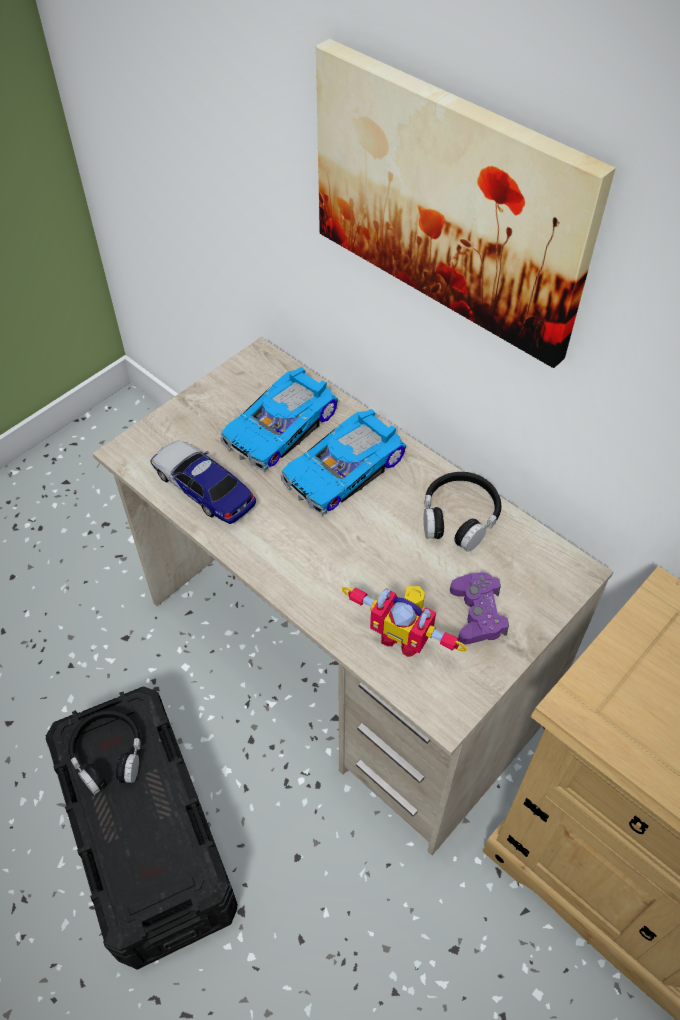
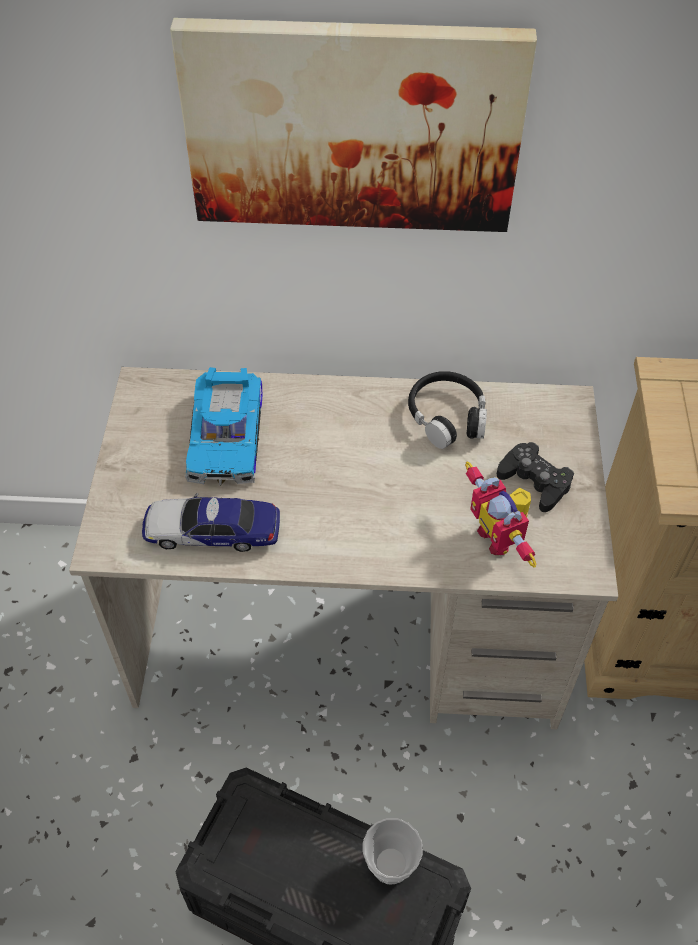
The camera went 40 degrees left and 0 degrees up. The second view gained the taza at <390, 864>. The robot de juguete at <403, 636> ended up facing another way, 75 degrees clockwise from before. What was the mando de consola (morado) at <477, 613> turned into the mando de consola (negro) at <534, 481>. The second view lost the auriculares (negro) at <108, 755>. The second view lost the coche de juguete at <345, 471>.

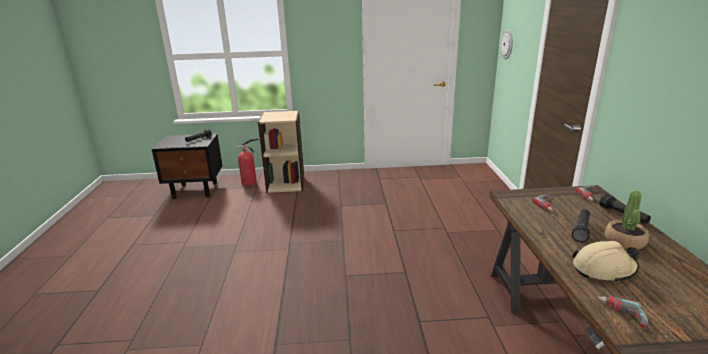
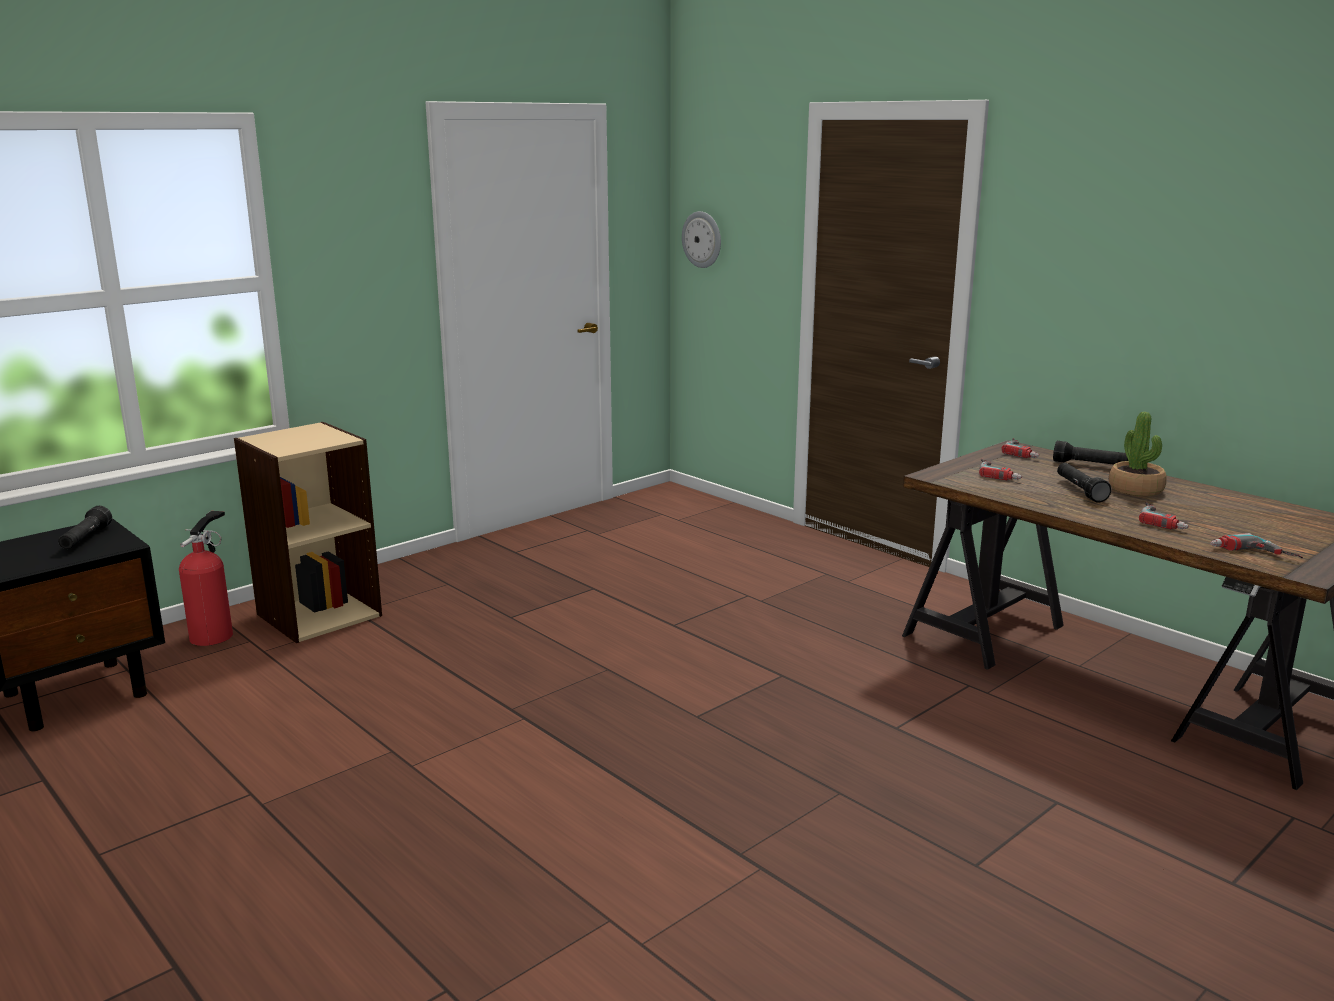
The camera went 40 degrees left and 5 degrees down. Where the casco (beis) stood at <603, 269>, the taladro came to stand at <1165, 520>.

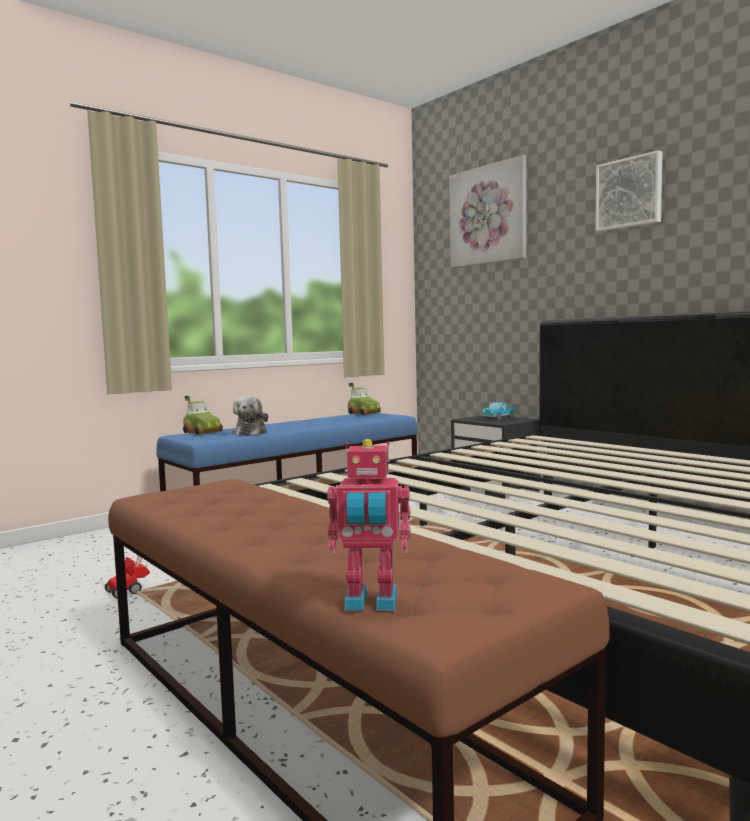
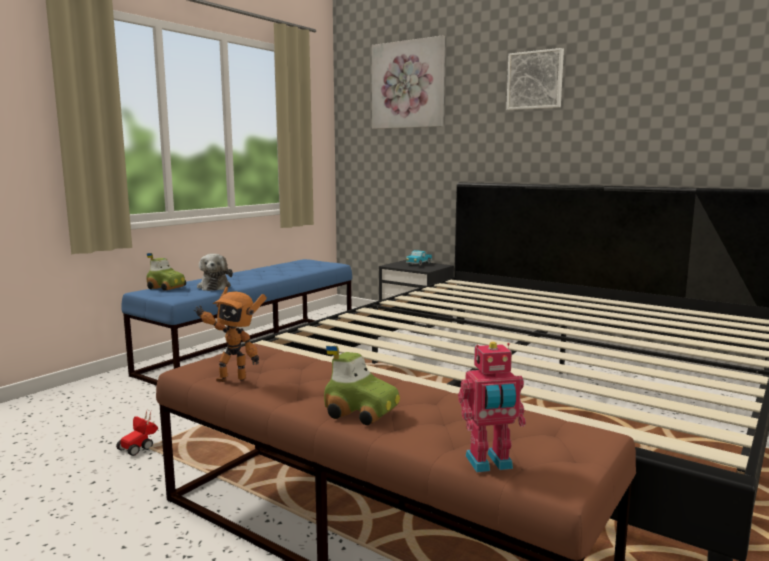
The camera went 15 degrees left and 5 degrees up. The second view gained the robot de juguete at <231, 378>. The coche de juguete ended up elsewhere, having gone from <364, 413> to <362, 412>.

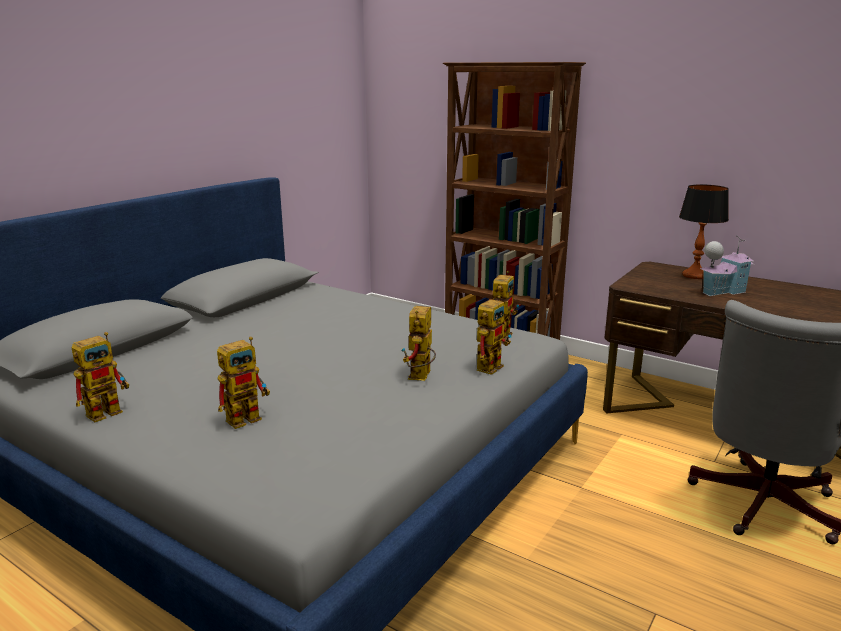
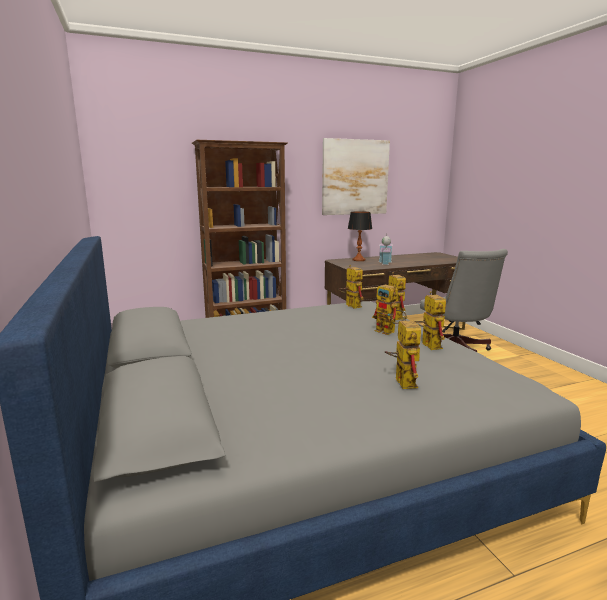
The camera went 55 degrees left and 5 degrees down. The second view gained the cuadro at <355, 177>. The robot de juguete ended up elsewhere, having gone from <110, 410> to <427, 344>.

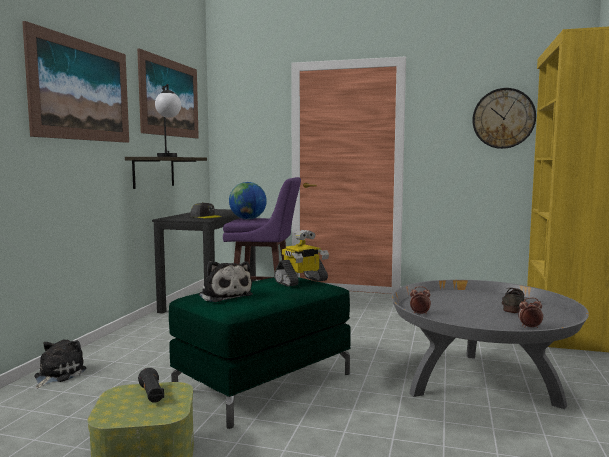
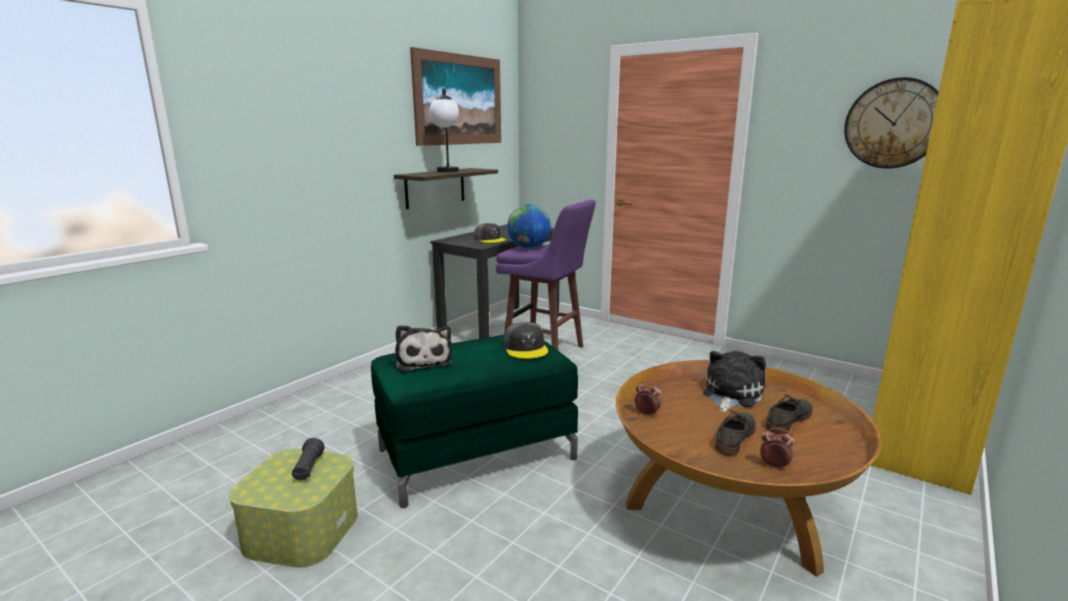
The camera went 20 degrees right and 10 degrees up. Where the robot de juguete stood at <301, 281>, the gorra (gris) came to stand at <526, 348>. What was the mesa de centro (gris) at <480, 383> turned into the mesa de centro (marrón) at <727, 507>. The peluche ended up elsewhere, having gone from <57, 374> to <730, 395>. The second view gained the zapato (gris) at <734, 436>. The second view lost the cuadro at <82, 90>.

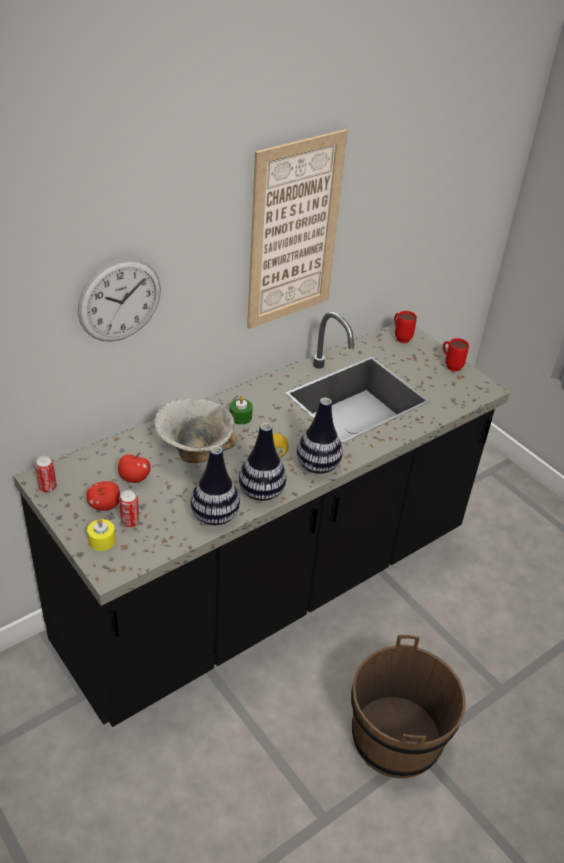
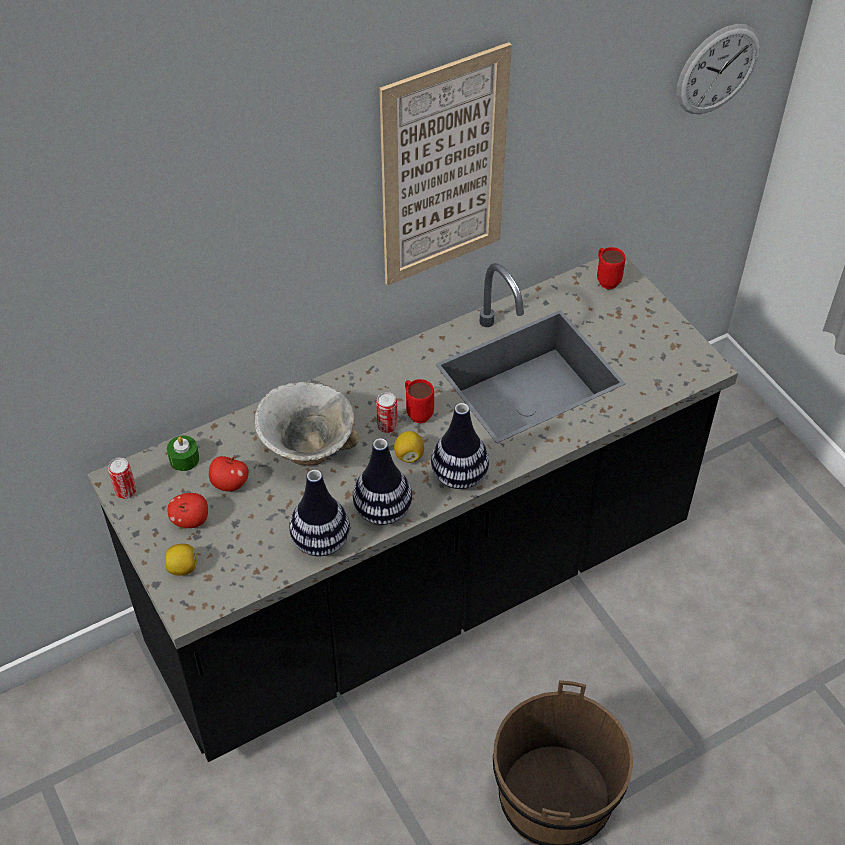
The camera went 10 degrees right and 10 degrees up. Where the vela (amarillo) stood at <102, 540>, the limón came to stand at <183, 568>. The vela (verde) ended up elsewhere, having gone from <240, 417> to <184, 459>. The lata ended up elsewhere, having gone from <130, 522> to <387, 426>. The taza grande (rojo) ended up elsewhere, having gone from <450, 365> to <417, 412>. The reloj de pared ended up elsewhere, having gone from <120, 300> to <718, 69>.

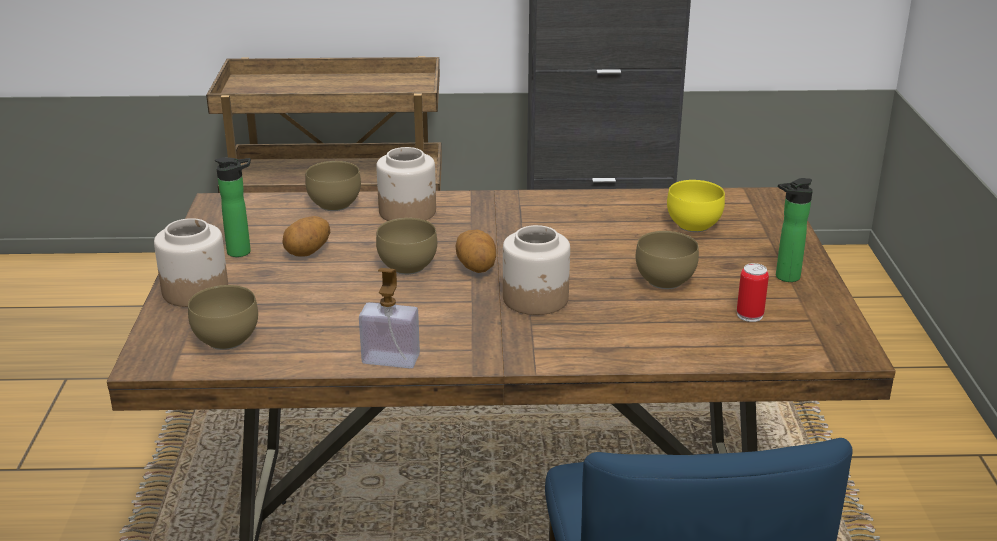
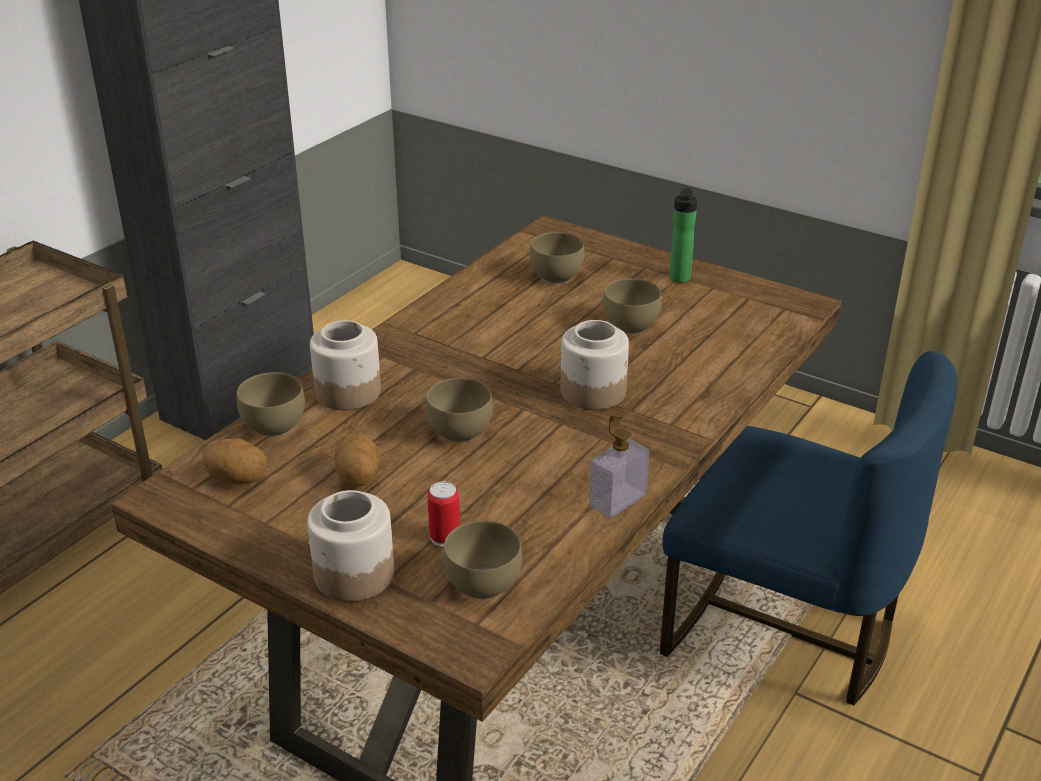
The camera went 55 degrees left and 5 degrees up. The patata ended up elsewhere, having gone from <476, 267> to <238, 479>. The lata ended up elsewhere, having gone from <749, 315> to <444, 537>. What was the cuenco (amarillo) at <695, 225> turned into the cuenco (marrón) at <556, 275>. The second view lost the botella at <243, 252>.

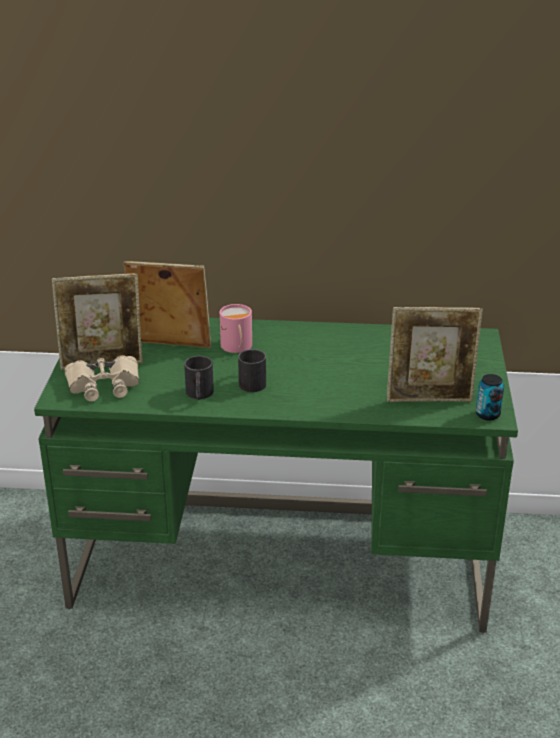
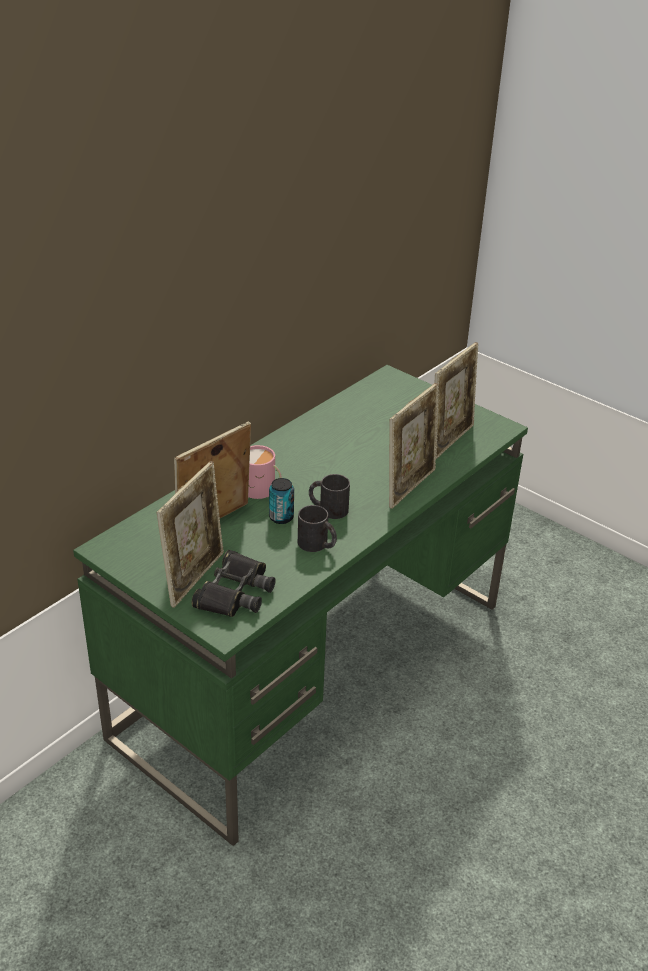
The camera went 55 degrees left and 5 degrees up. What was the prismáticos (beis) at <104, 385> turned into the prismáticos (negro) at <235, 592>. The lata ended up elsewhere, having gone from <487, 414> to <281, 517>. The second view gained the portarretratos at <409, 486>.

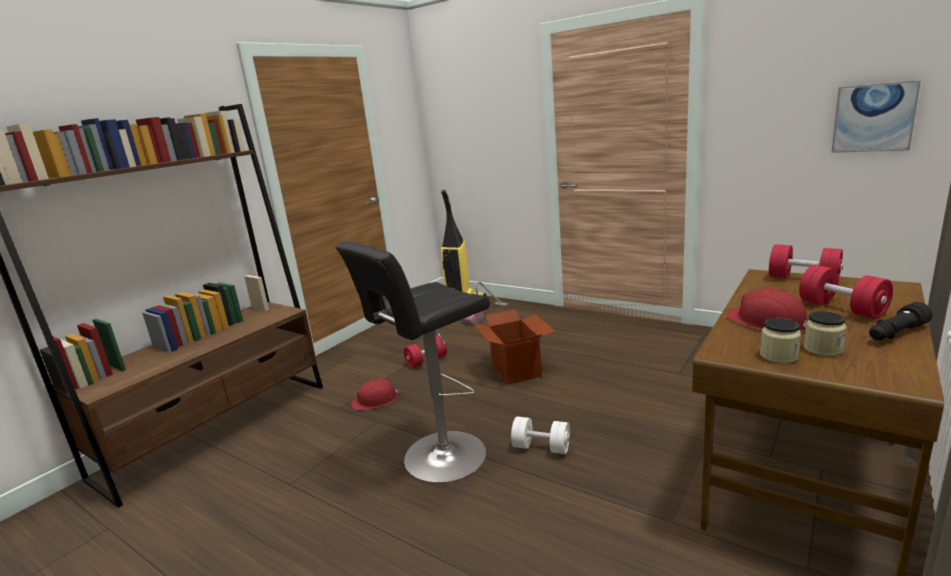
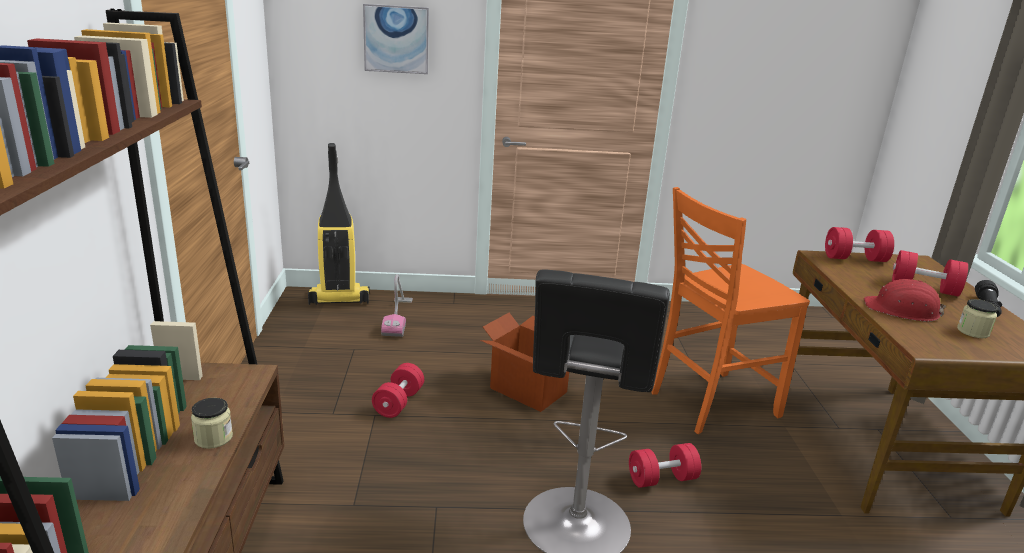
The camera went 40 degrees left and 5 degrees up. The tarro ended up elsewhere, having gone from <778, 356> to <213, 438>. The cuadro ended up elsewhere, having gone from <873, 118> to <396, 39>. What was the mancuerna (blanco) at <541, 447> turned into the mancuerna (rojo) at <662, 479>. The second view gained the silla (naranja) at <710, 403>. The second view lost the casco (rojo) at <375, 400>.

